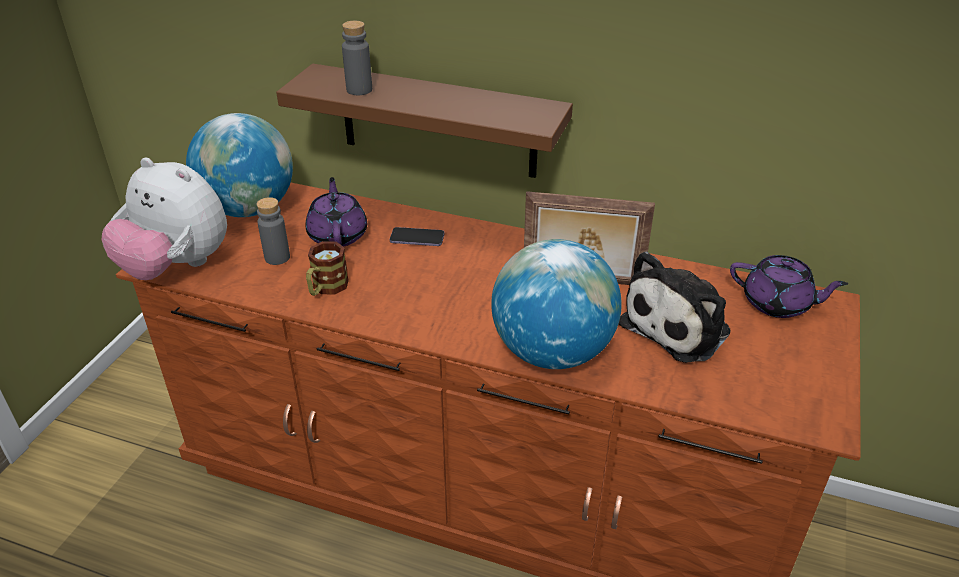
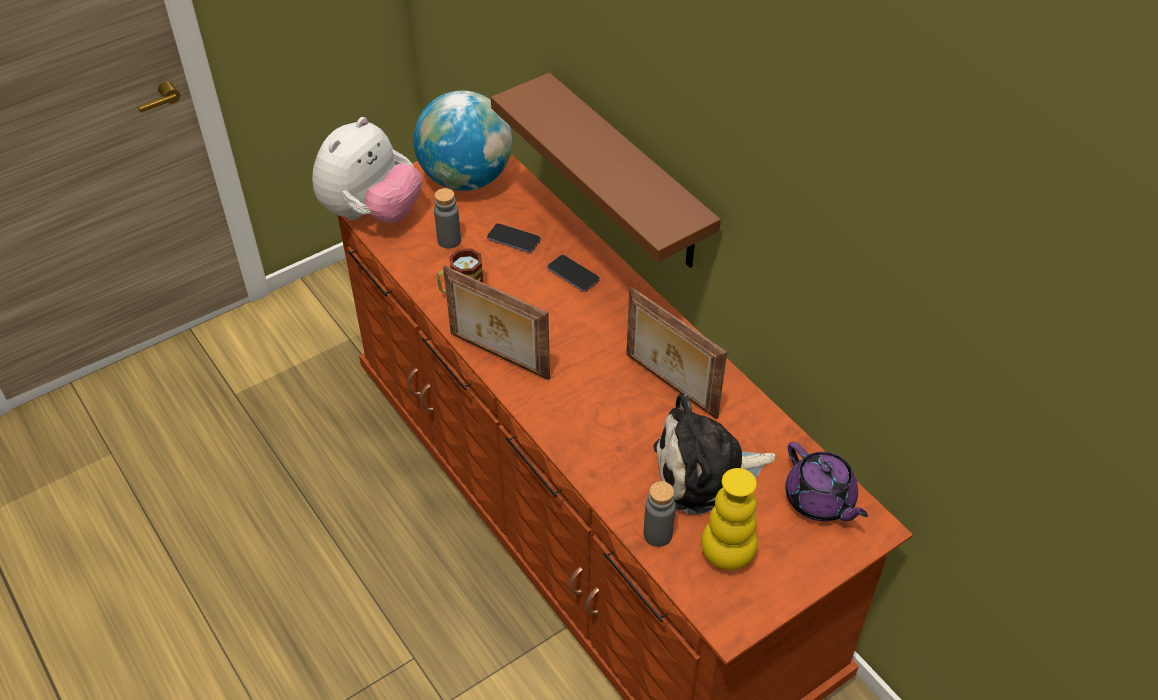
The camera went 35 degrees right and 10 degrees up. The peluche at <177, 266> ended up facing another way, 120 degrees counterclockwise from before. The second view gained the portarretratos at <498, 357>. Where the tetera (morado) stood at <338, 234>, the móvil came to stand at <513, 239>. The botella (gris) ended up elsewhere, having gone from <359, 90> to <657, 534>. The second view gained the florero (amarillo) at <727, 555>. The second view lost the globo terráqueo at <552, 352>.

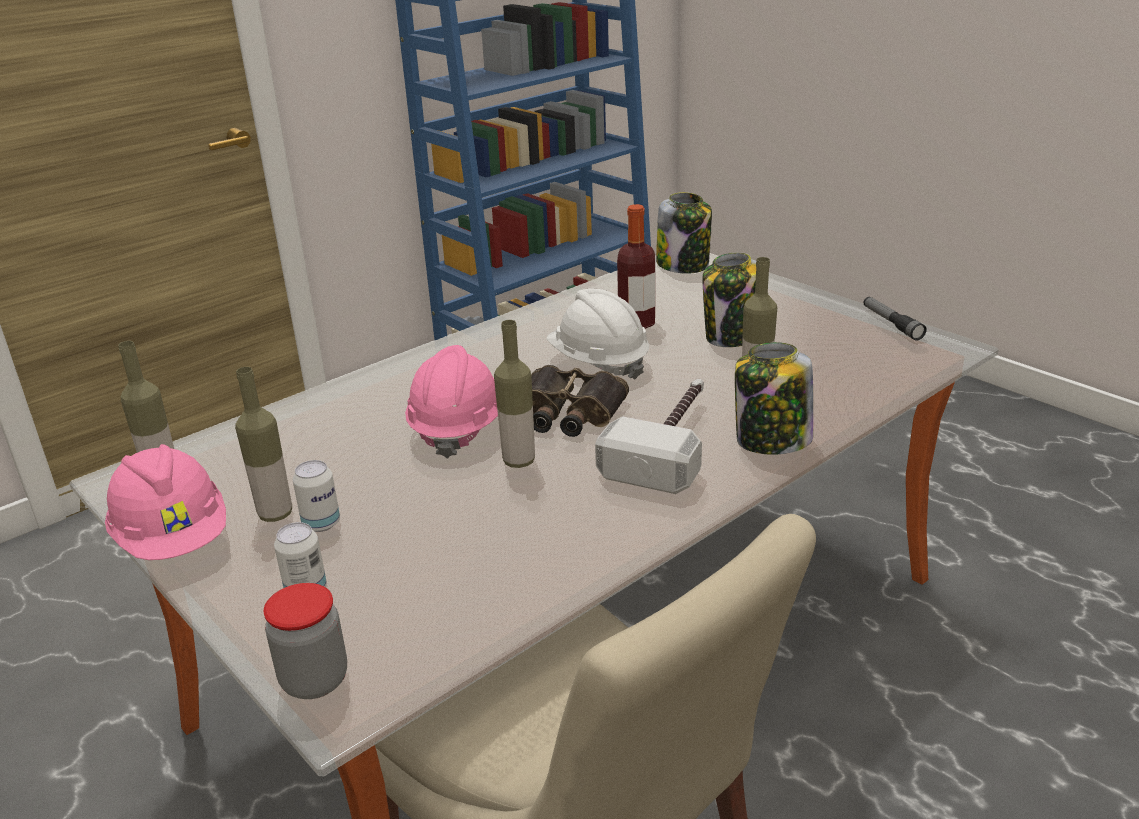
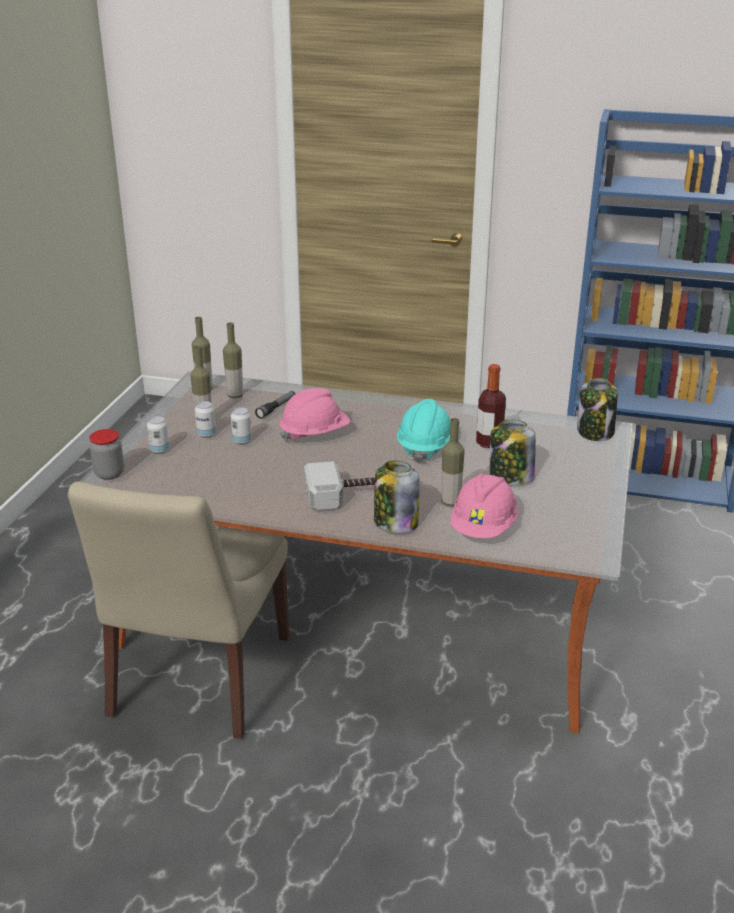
The camera went 55 degrees right and 0 degrees up. The botella ended up elsewhere, having gone from <519, 461> to <235, 395>. The second view gained the lata at <242, 440>. The linterna ended up elsewhere, having gone from <891, 324> to <276, 408>. What was the casco (blanco) at <598, 363> turned into the casco (turquesa) at <425, 447>. The casco (rosa) ended up elsewhere, having gone from <174, 539> to <483, 528>. The second view lost the prismáticos at <568, 413>.

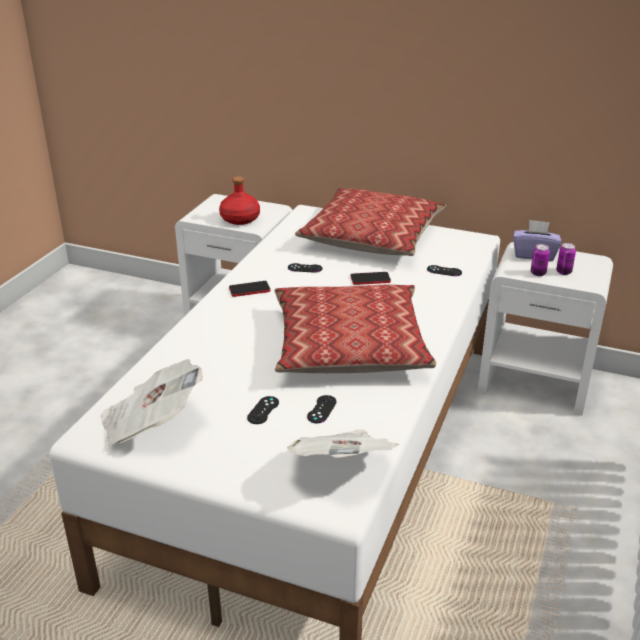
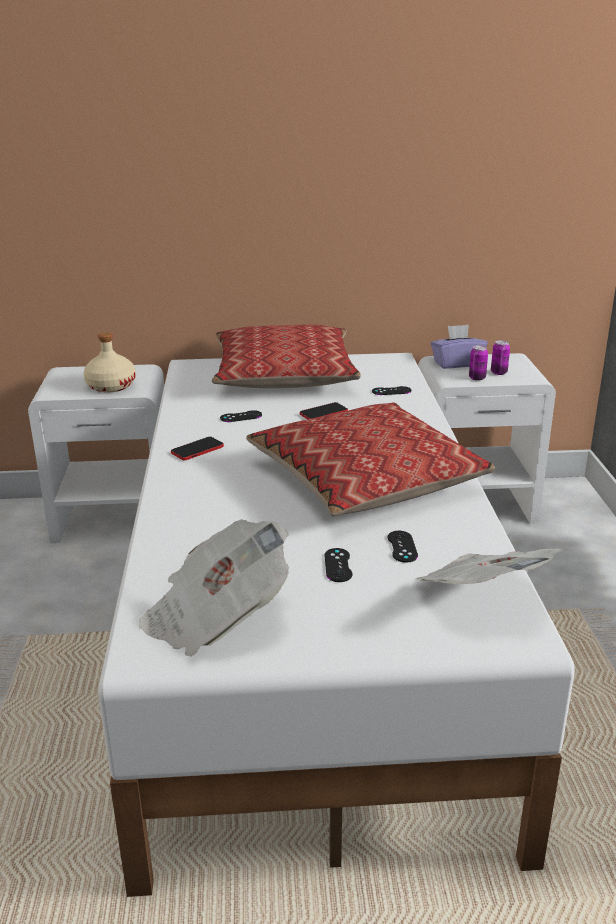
The camera went 25 degrees left and 5 degrees down. What was the botella (rojo) at <240, 219> turned into the botella (beis) at <110, 386>.

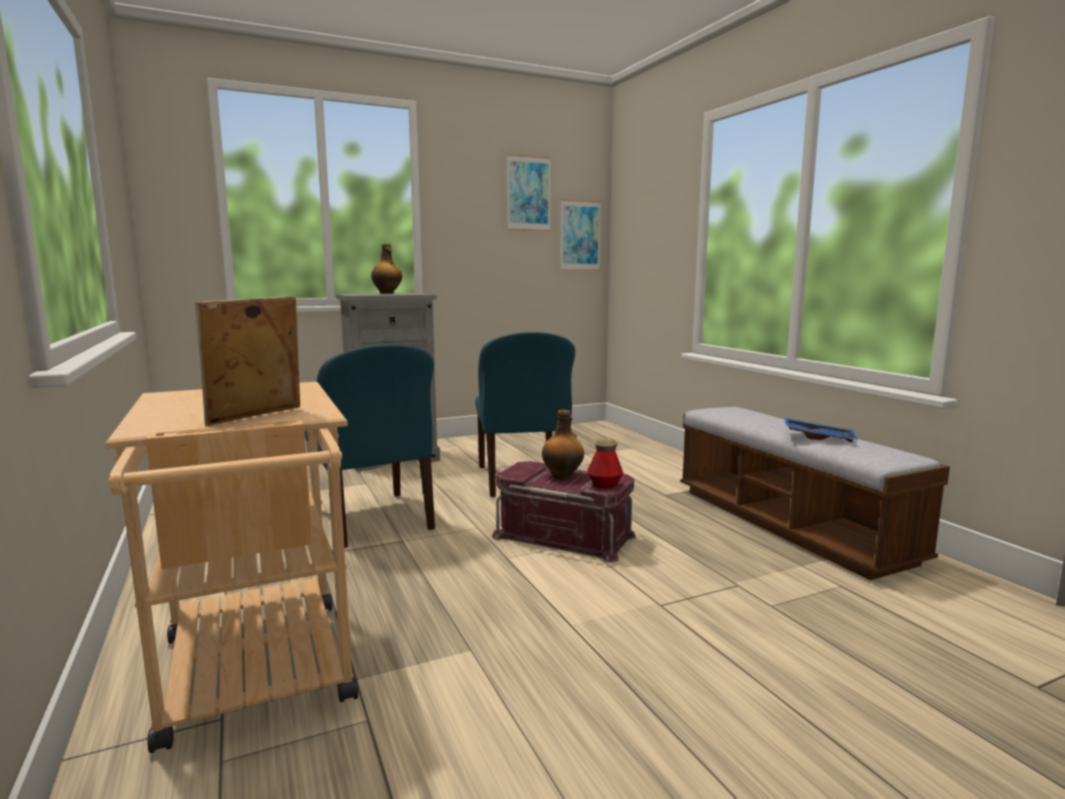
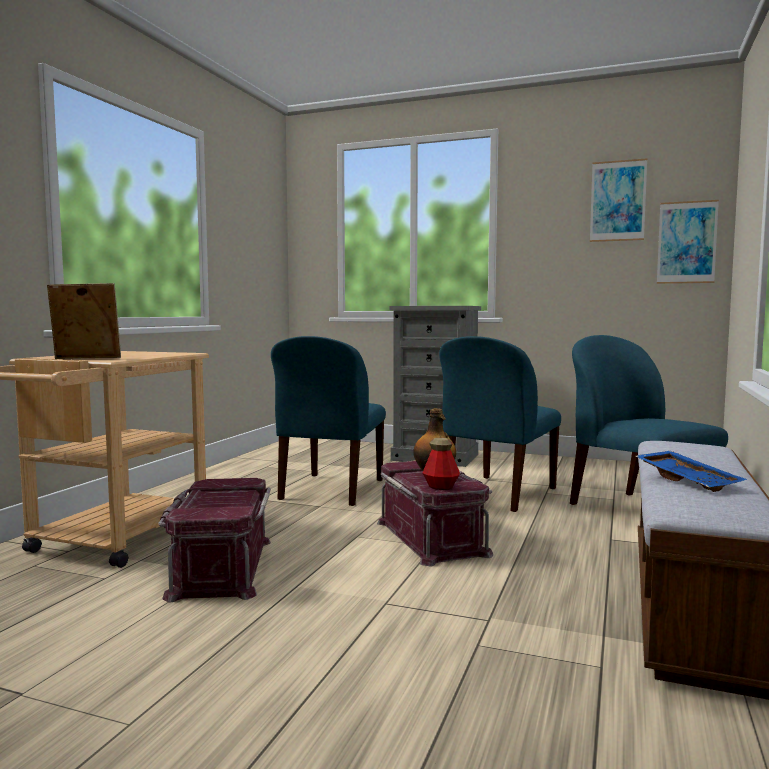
The camera went 45 degrees right and 5 degrees down. The second view gained the caja de almacenaje (rojo) at <220, 567>. The second view gained the silla (azul) at <638, 512>. The second view lost the botella at <387, 293>.

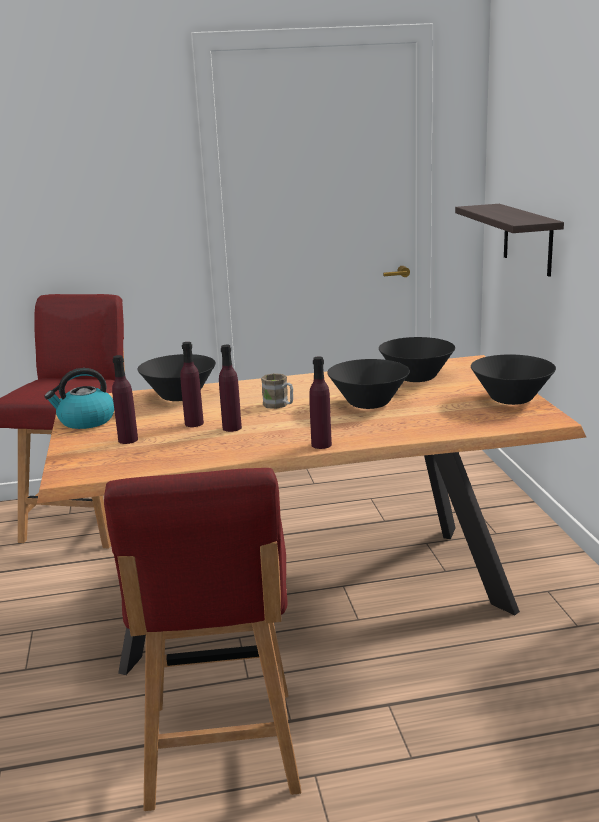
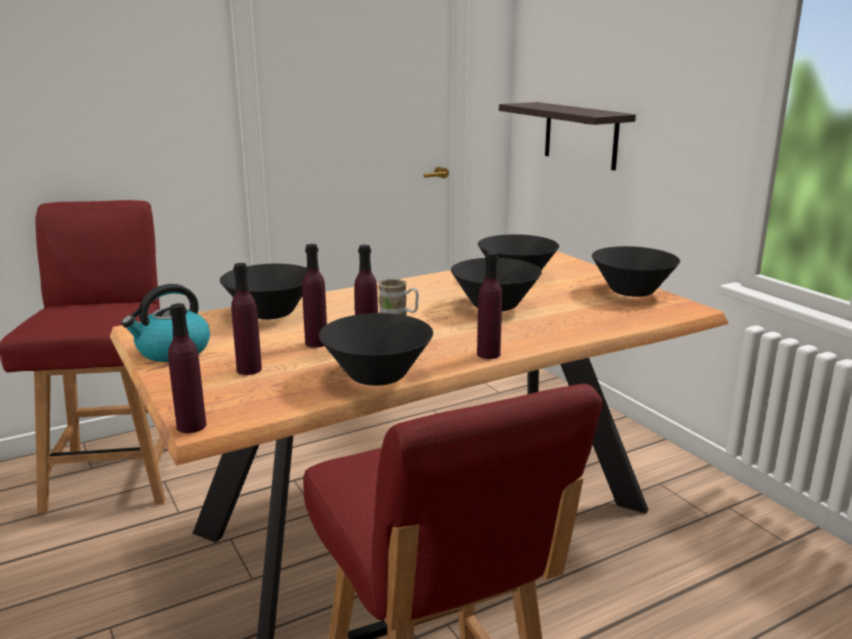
The camera went 20 degrees left and 0 degrees up. The second view gained the botella (morado) at <191, 426>. The second view gained the cuenco (negro) at <377, 376>.

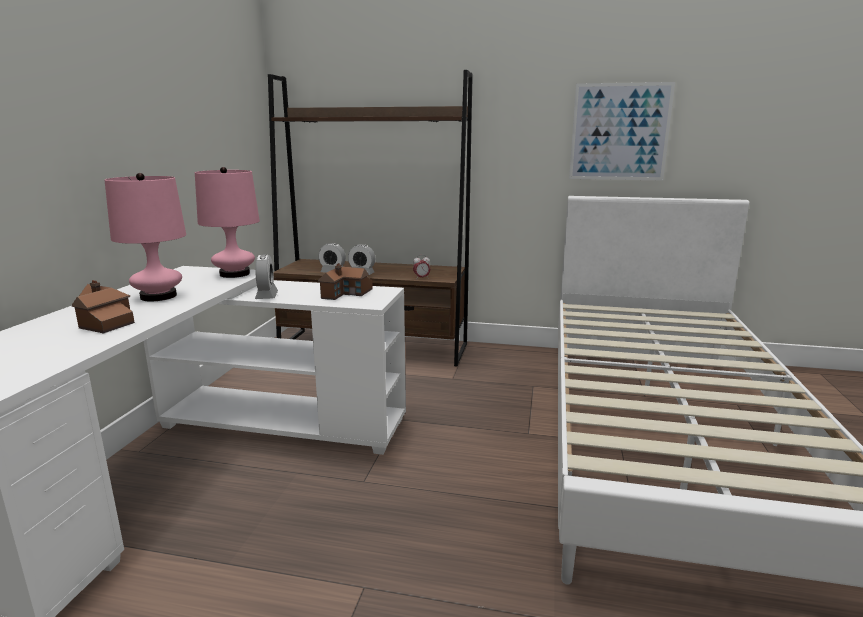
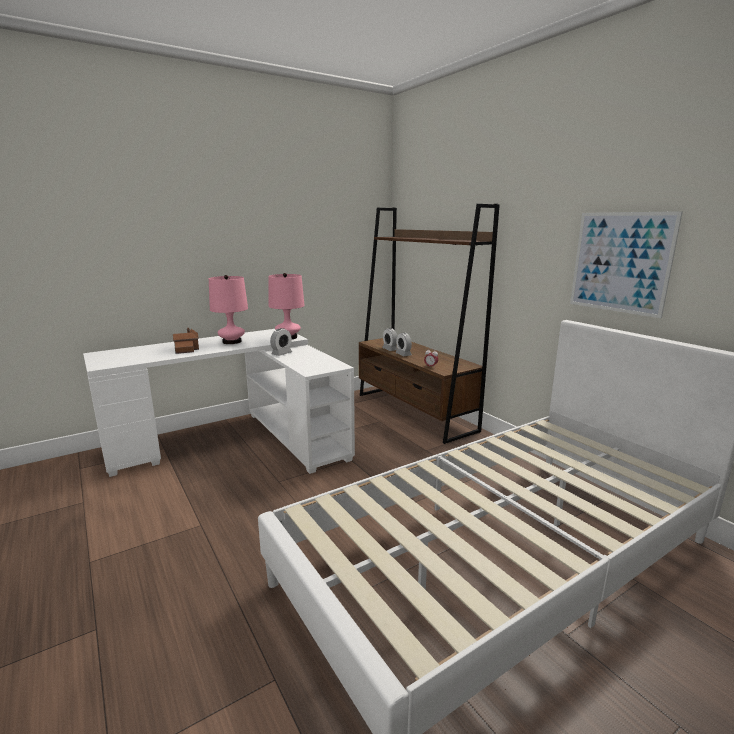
The camera went 45 degrees right and 0 degrees up. The second view lost the casita at <346, 293>.

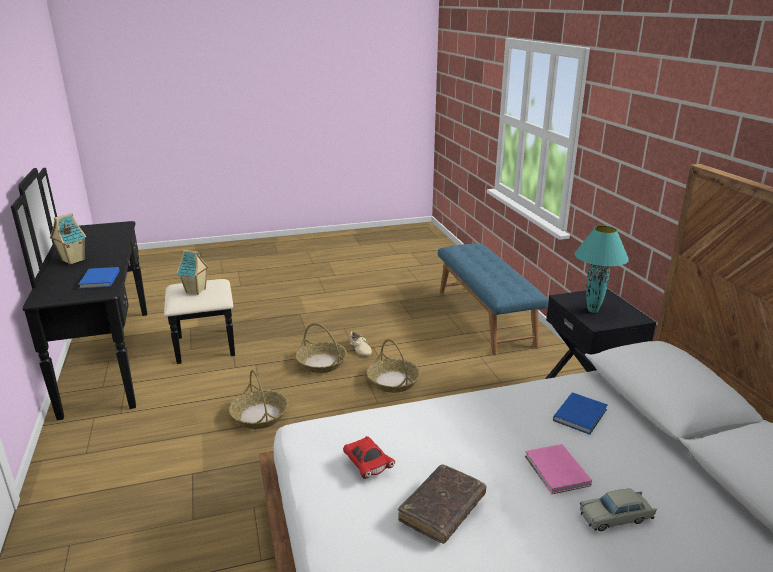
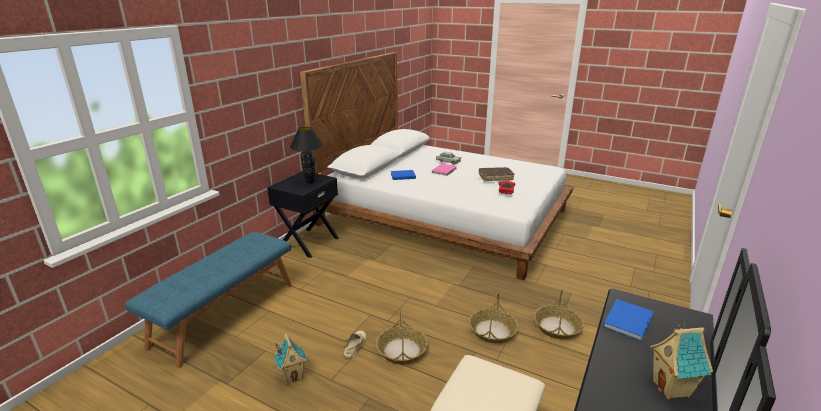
The camera went 135 degrees left and 0 degrees up. The casita ended up elsewhere, having gone from <196, 291> to <293, 376>. What was the lámpara de mesa (turquesa) at <593, 310> turned into the lámpara de mesa (negro) at <309, 182>. The cesta ended up elsewhere, having gone from <393, 381> to <557, 327>.

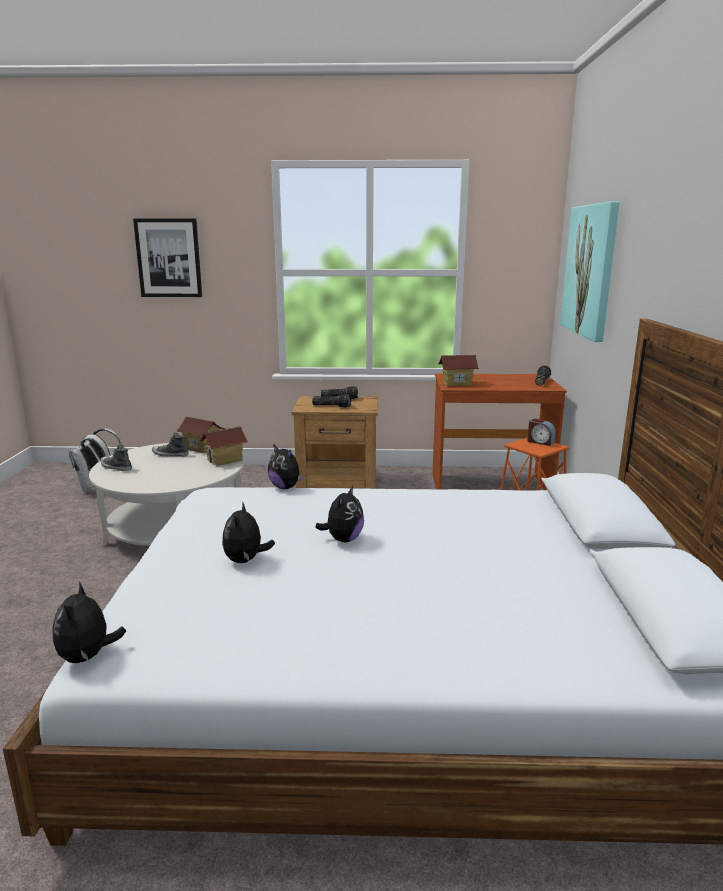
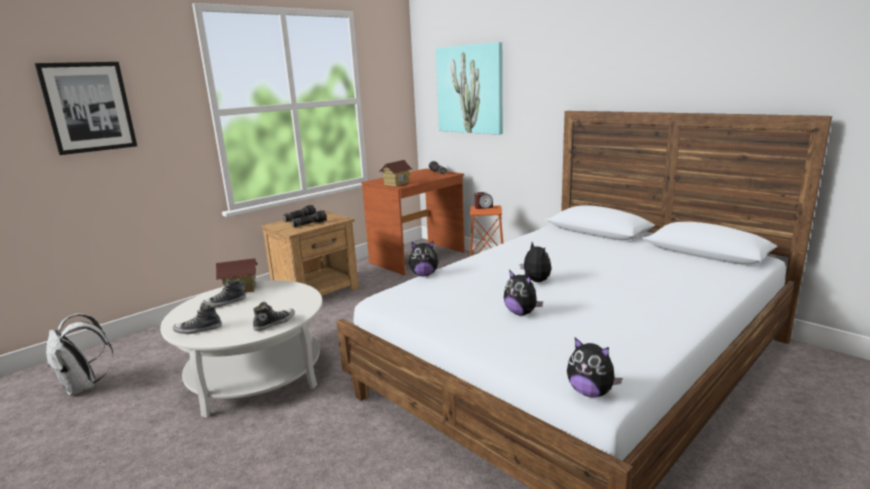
The camera went 45 degrees left and 0 degrees up. The second view gained the zapato at <274, 323>. The second view lost the casita at <225, 460>.

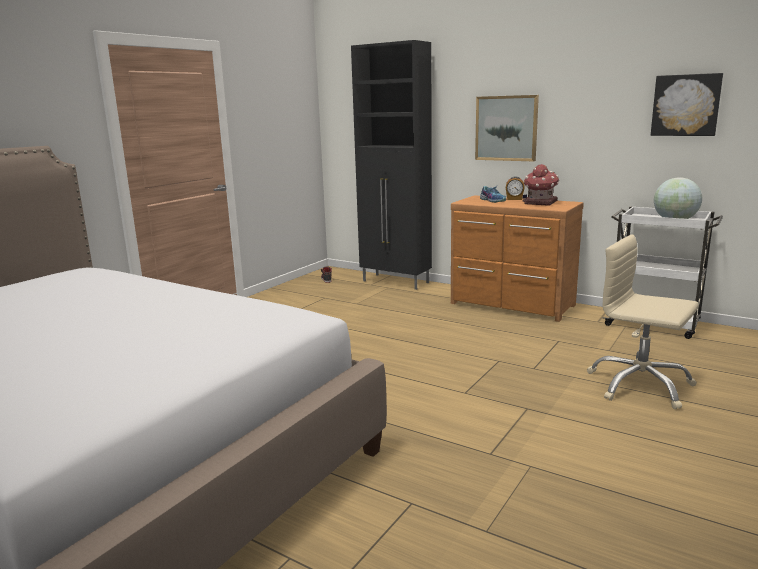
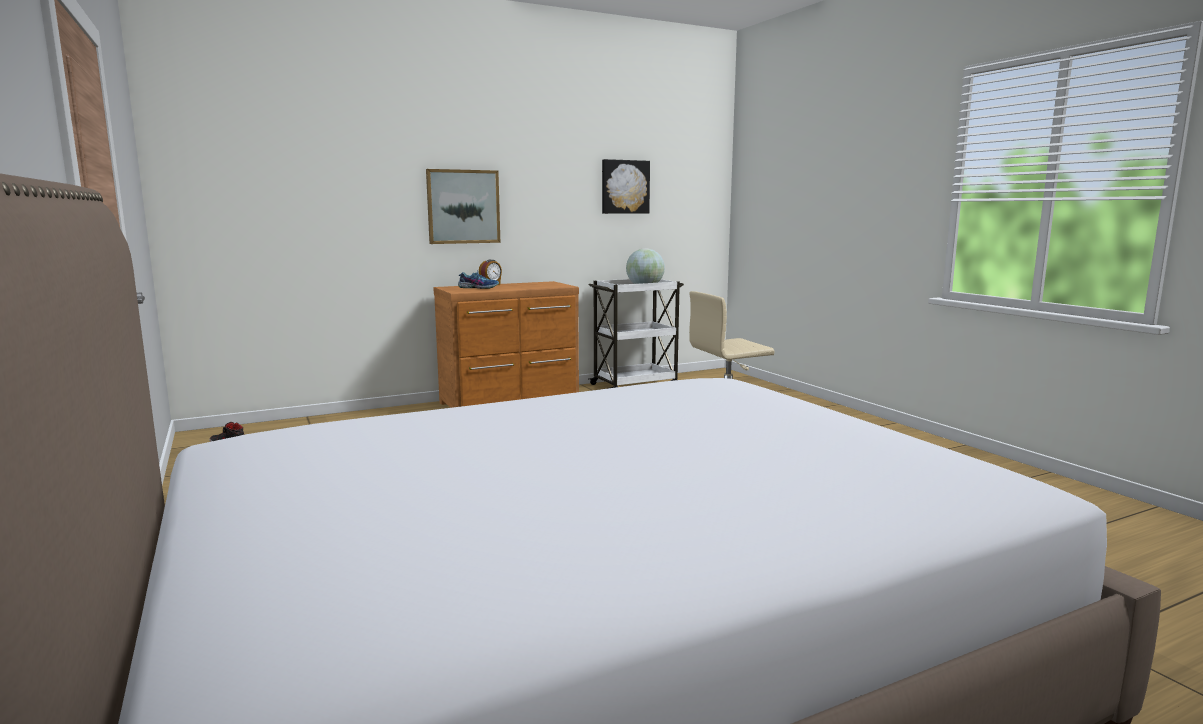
The camera went 60 degrees left and 5 degrees down. The second view lost the armario (negro) at <396, 282>. The second view lost the casita at <540, 203>.

